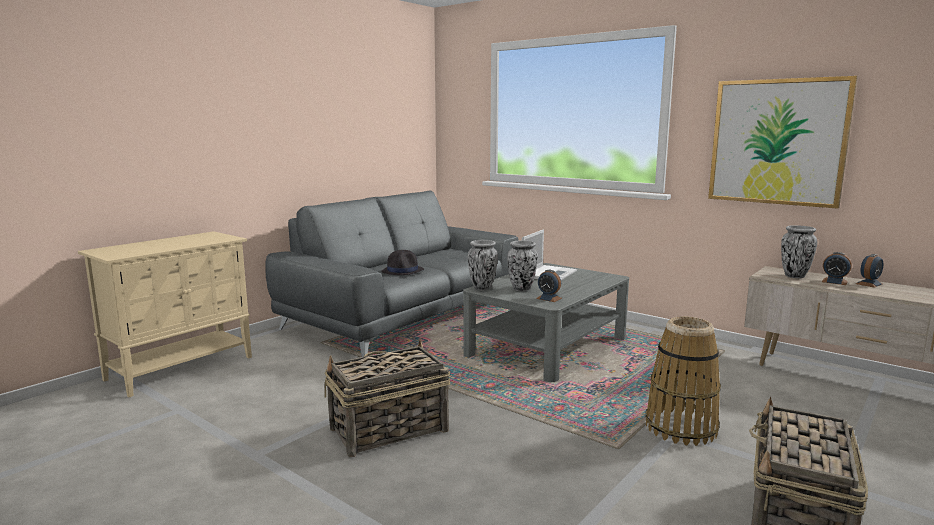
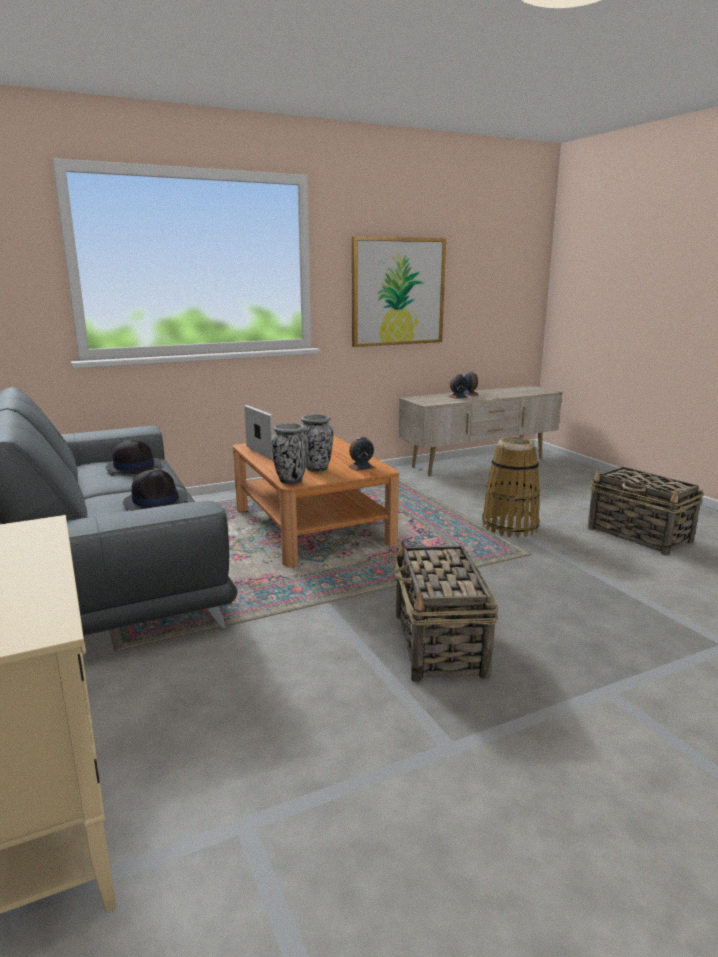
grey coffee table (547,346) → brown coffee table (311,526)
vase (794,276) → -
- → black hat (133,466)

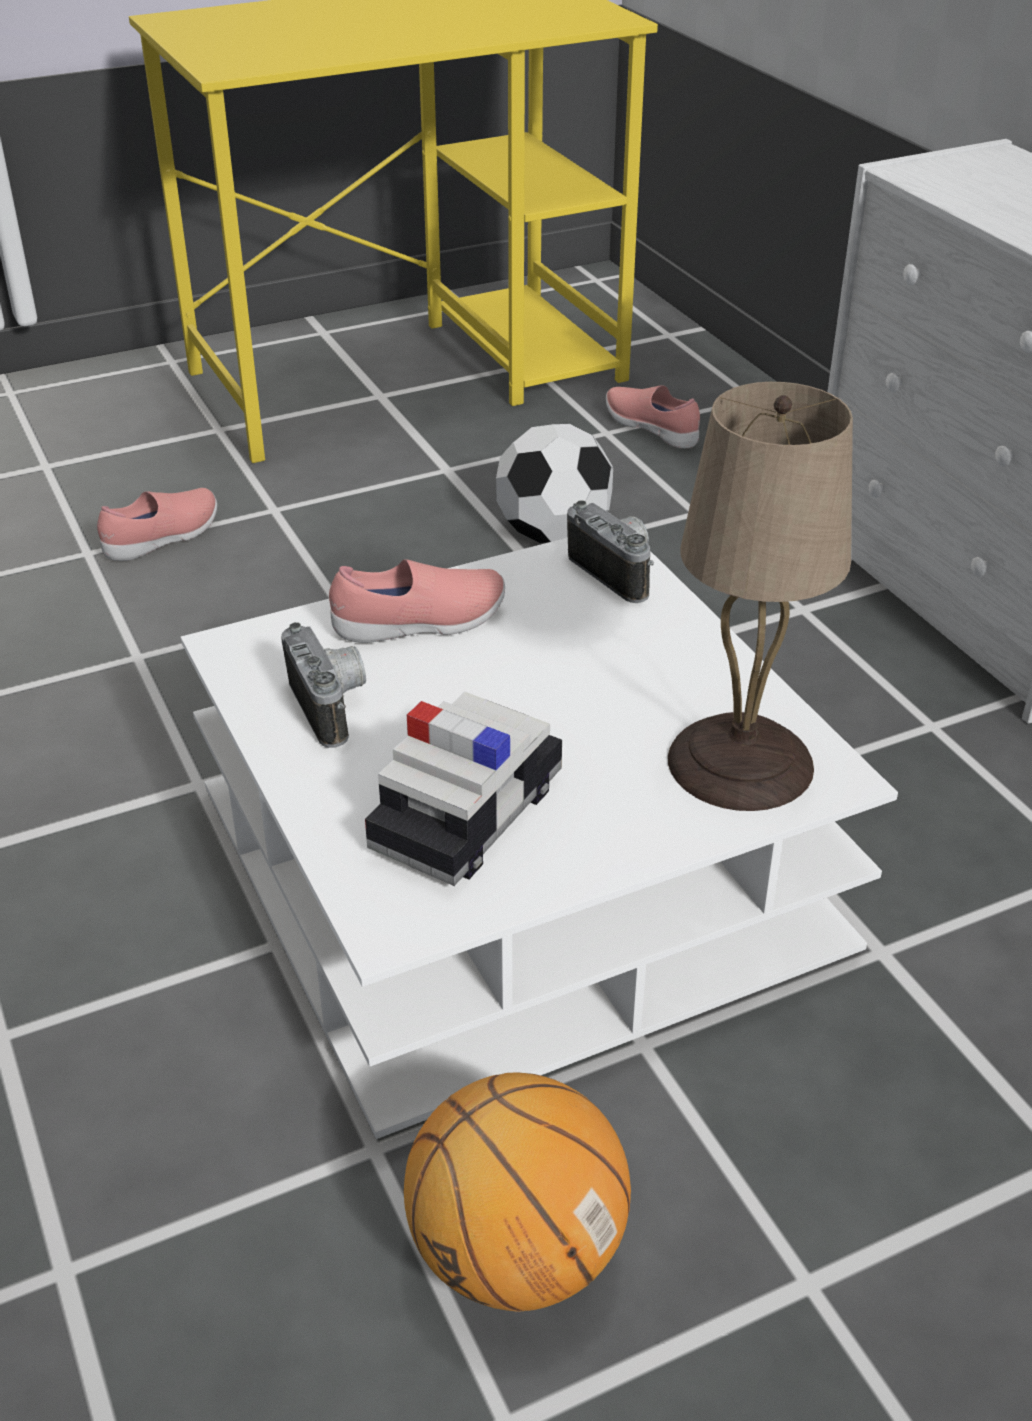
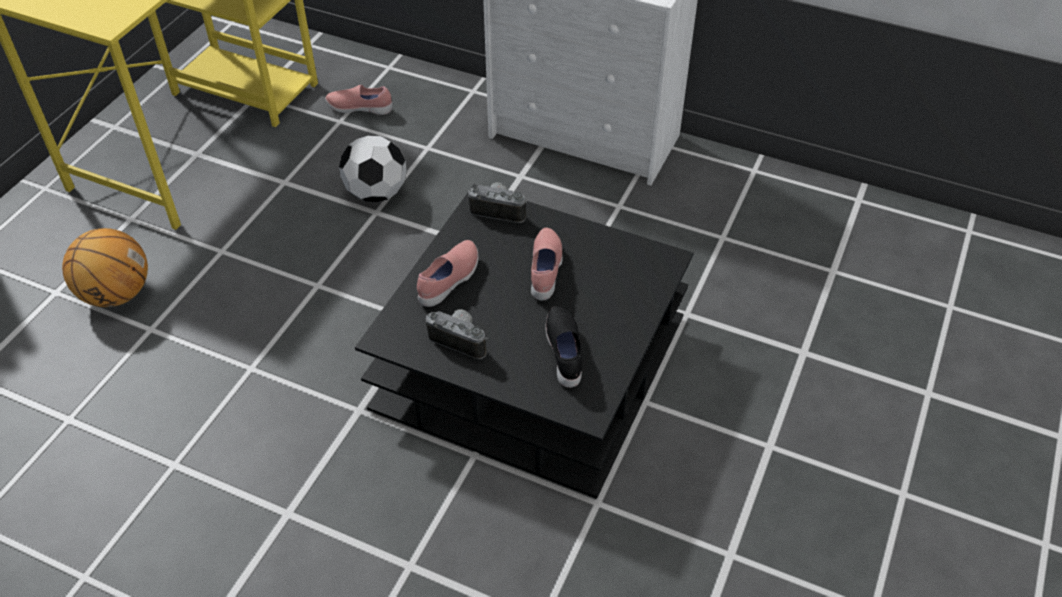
pink shoe (163,539) → pink shoe (546,271), move
white coffee table (515,869) → black coffee table (530,363)
toy car (468,815) → black shoe (565,353)
basketball (515,1253) → basketball (116,294), move
beige table lamp (741,765) → -

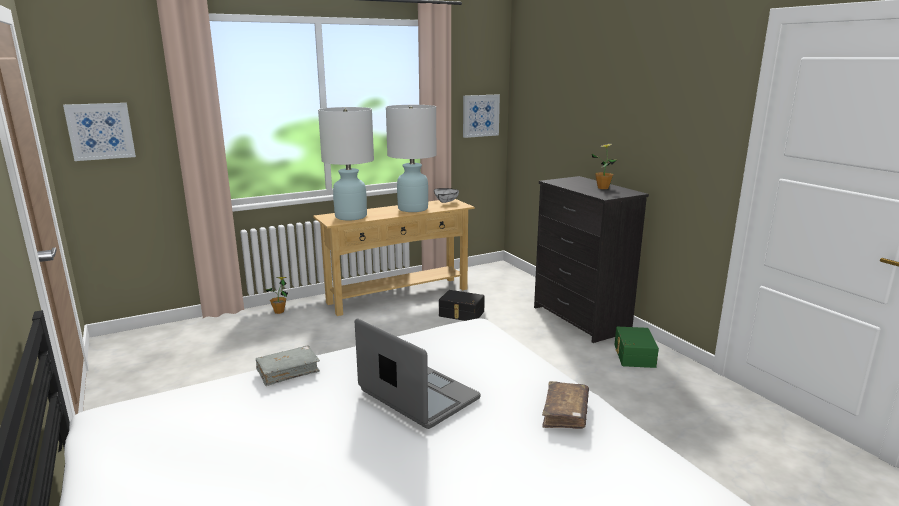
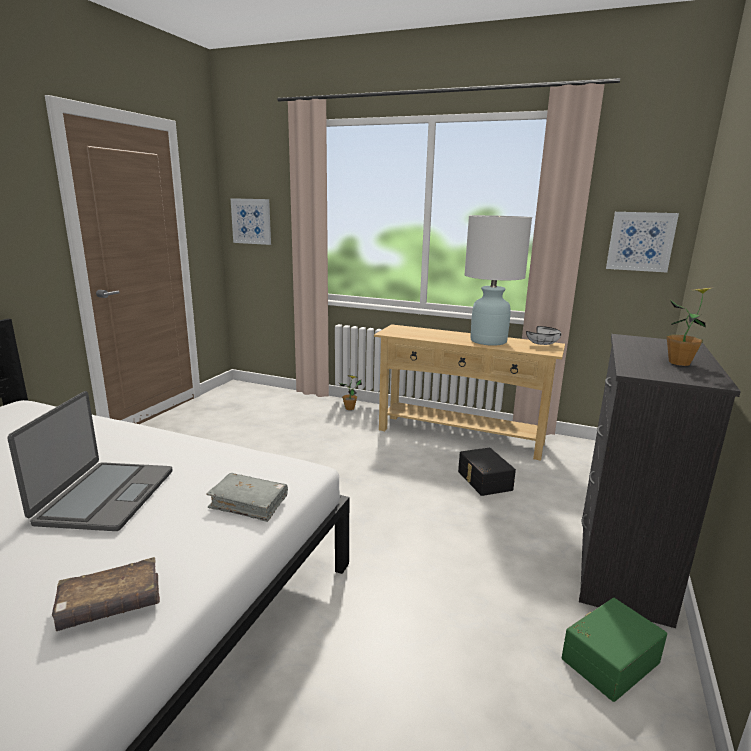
grey book (288,371) → grey book (249,503), move
white table lamp (350,216) → -

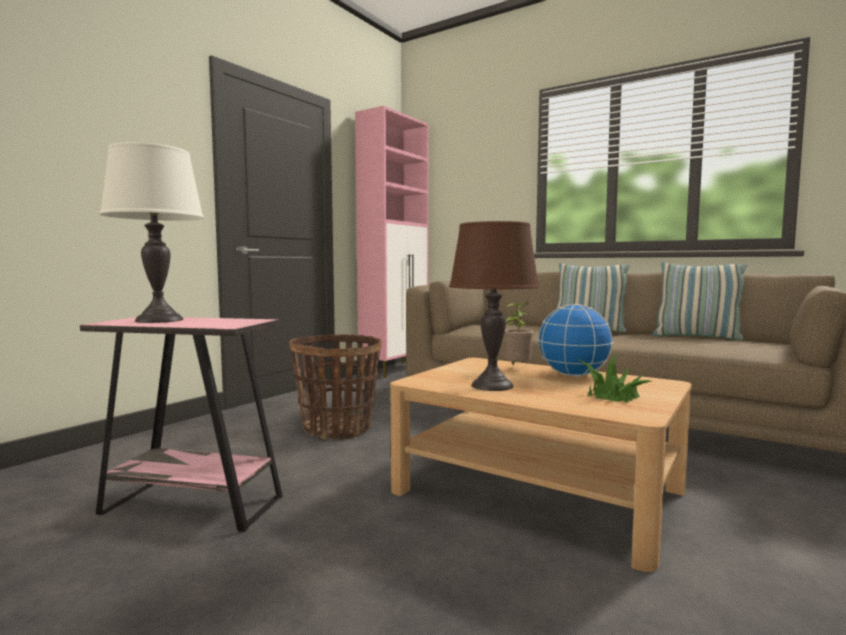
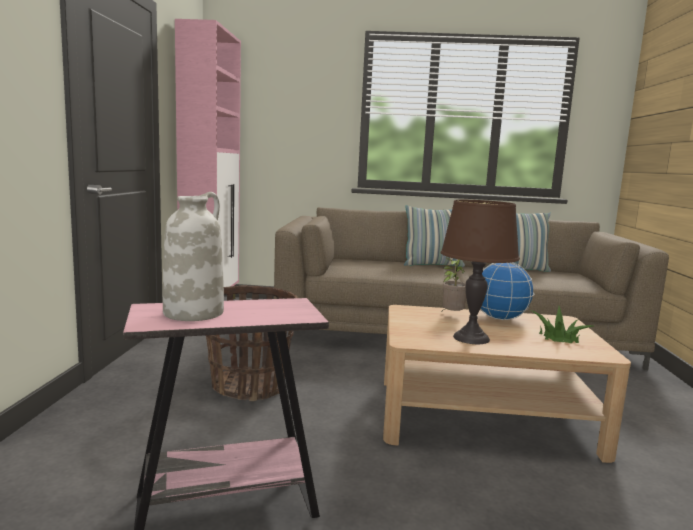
white table lamp (159,320) → white vase (194,312)

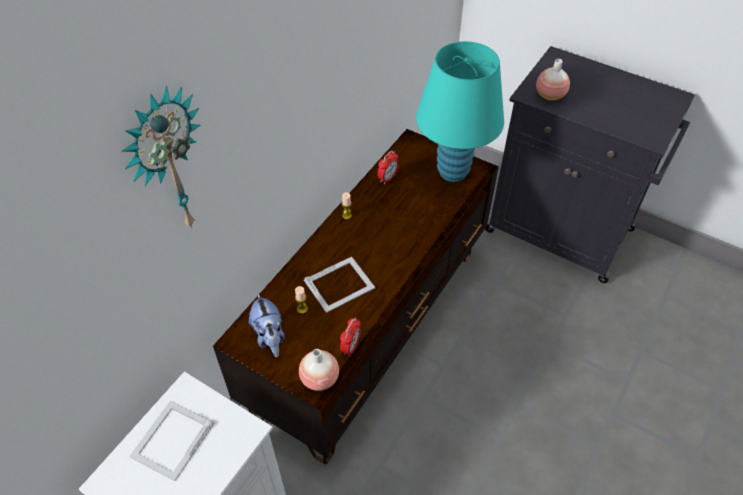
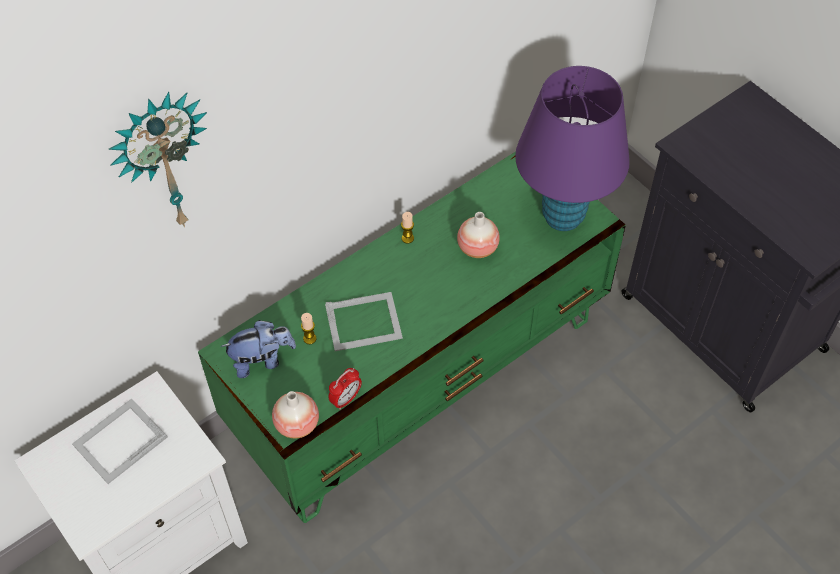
brown tv stand (371,328) → green tv stand (421,380)
plush toy (270,337) → plush toy (262,360), 105 degrees counterclockwise
alarm clock (387,178) → -
turquoise table lamp (452,172) → purple table lamp (562,216)
vase (550,95) → vase (477,248), move

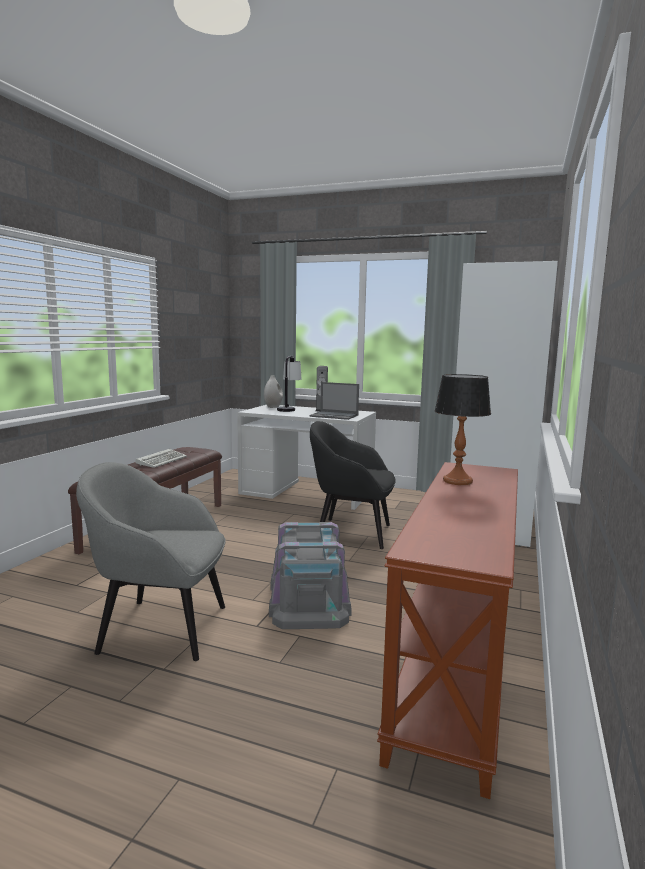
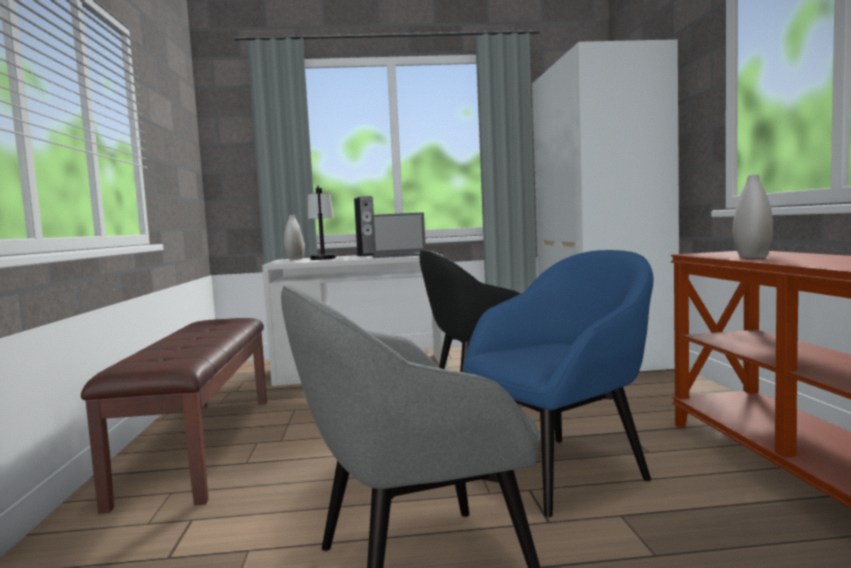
keyboard (162,460) → -
grey storage box (309,599) → blue armchair (558,471)
table lamp (457,481) → white vase (752,257)

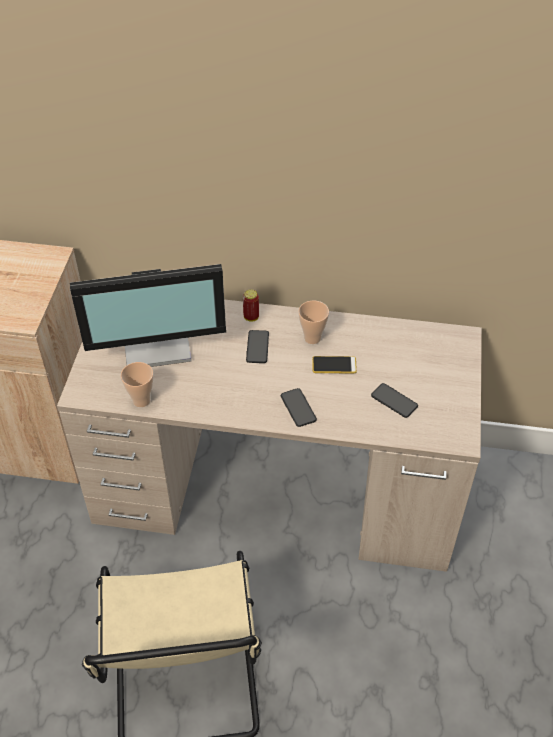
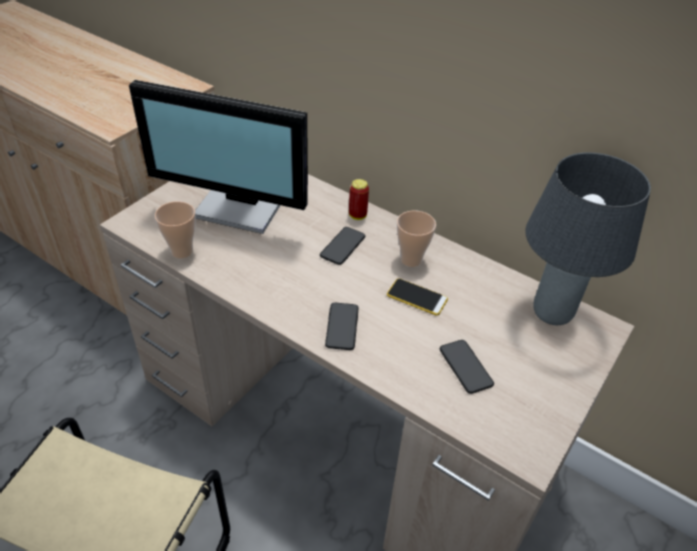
- → grey table lamp (551,312)

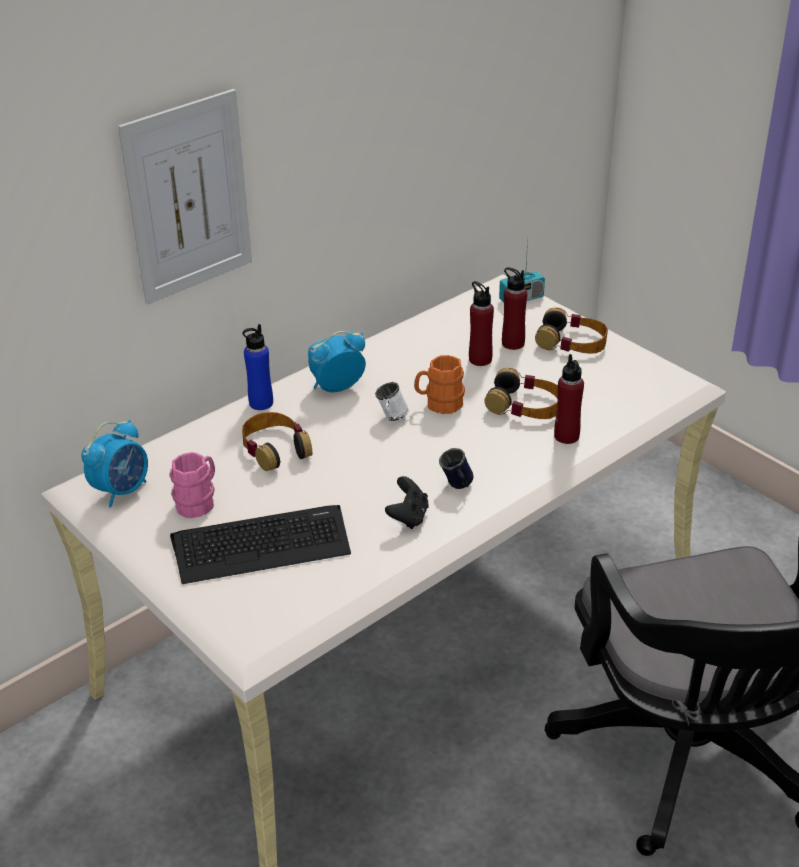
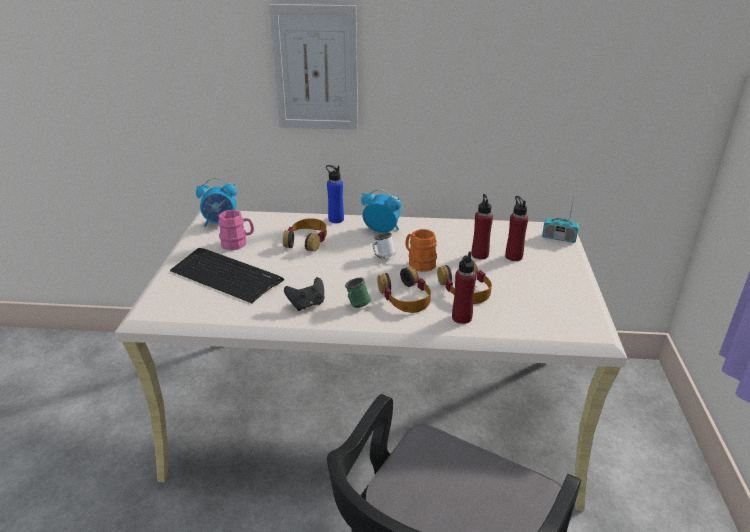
blue mug (457,486) → green mug (356,306)
headphones (572,342) → headphones (405,297), move

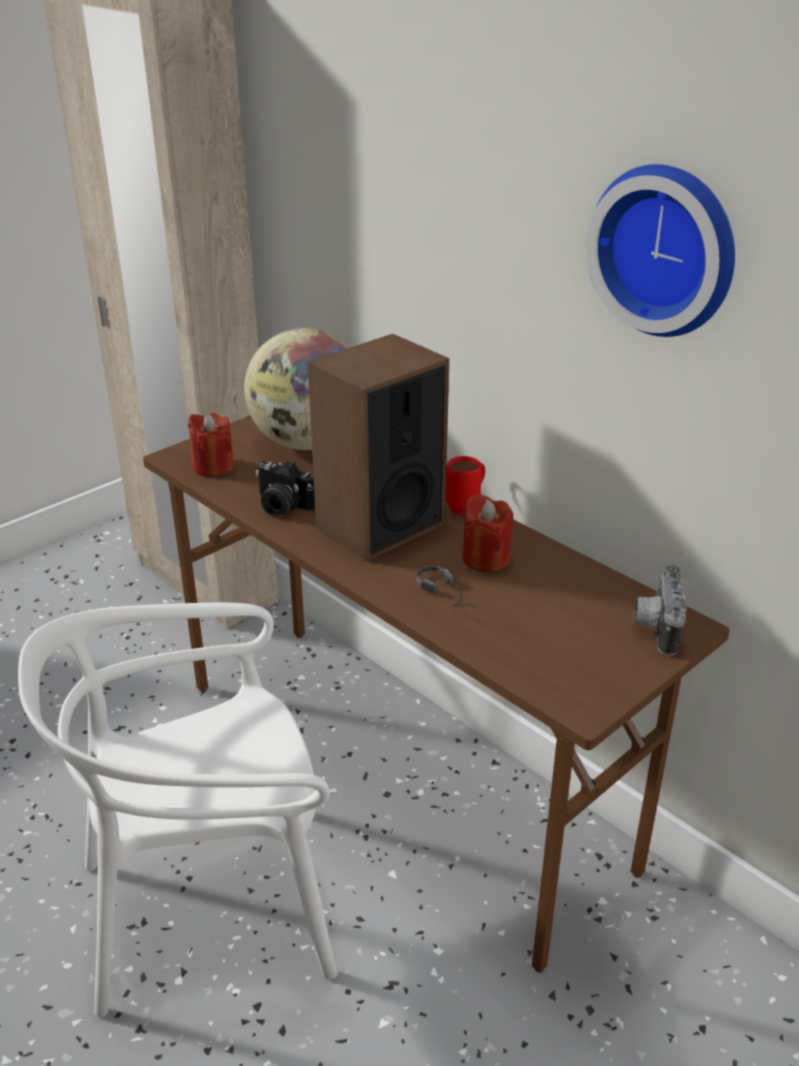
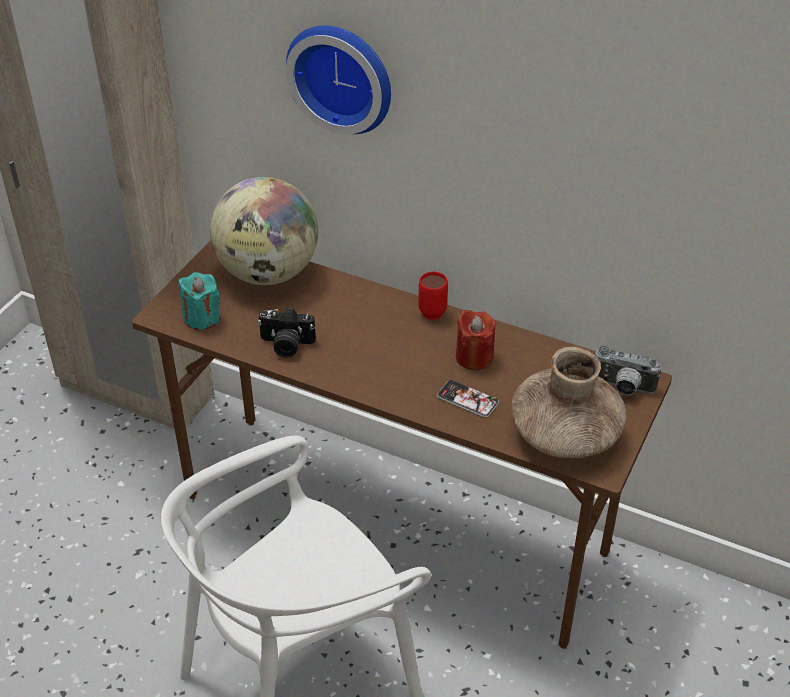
red candle (213,467) → turquoise candle (202,318)
speaker (379,525) → -
headphones (452,597) → phone (467,399)
wall clock (667,249) → wall clock (343,76), move
photo camera (655,627) → photo camera (622,388), 60 degrees counterclockwise
- → brown vase (565,434)

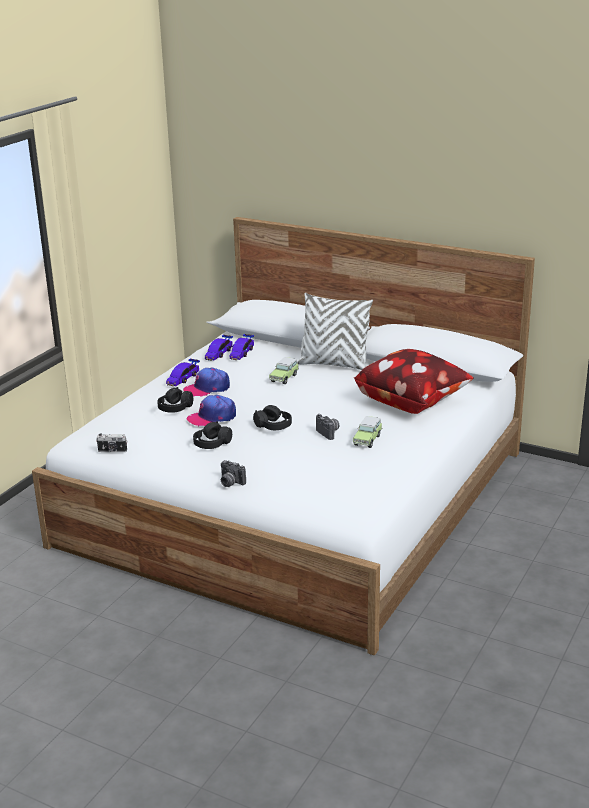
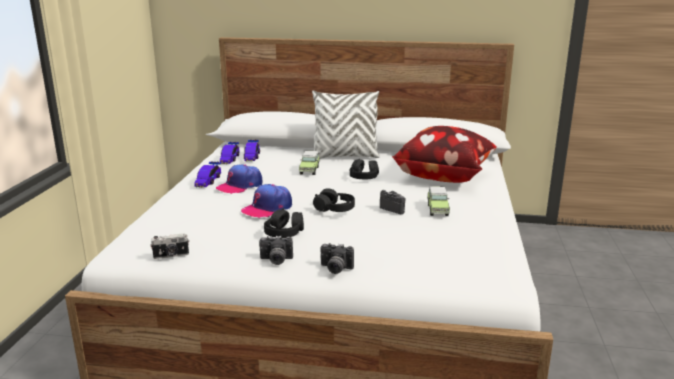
black headphones (175,408) → black headphones (364,177), move
- → photo camera (276,260)

